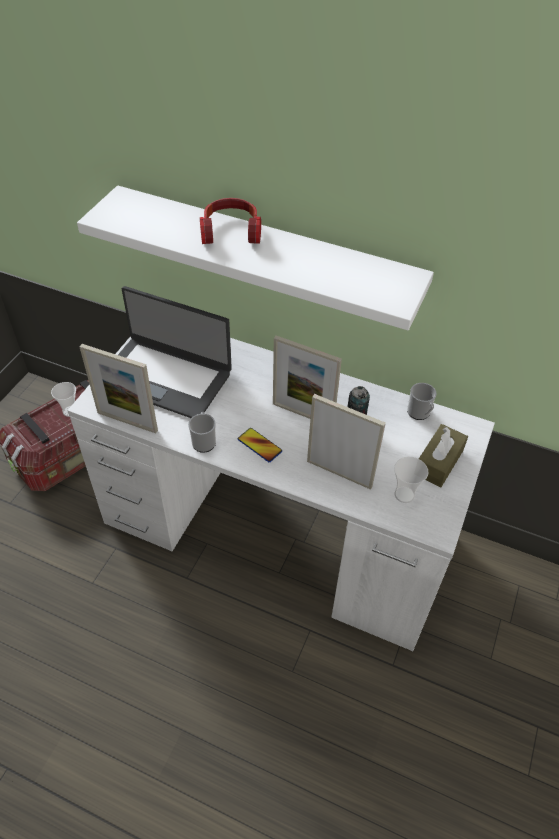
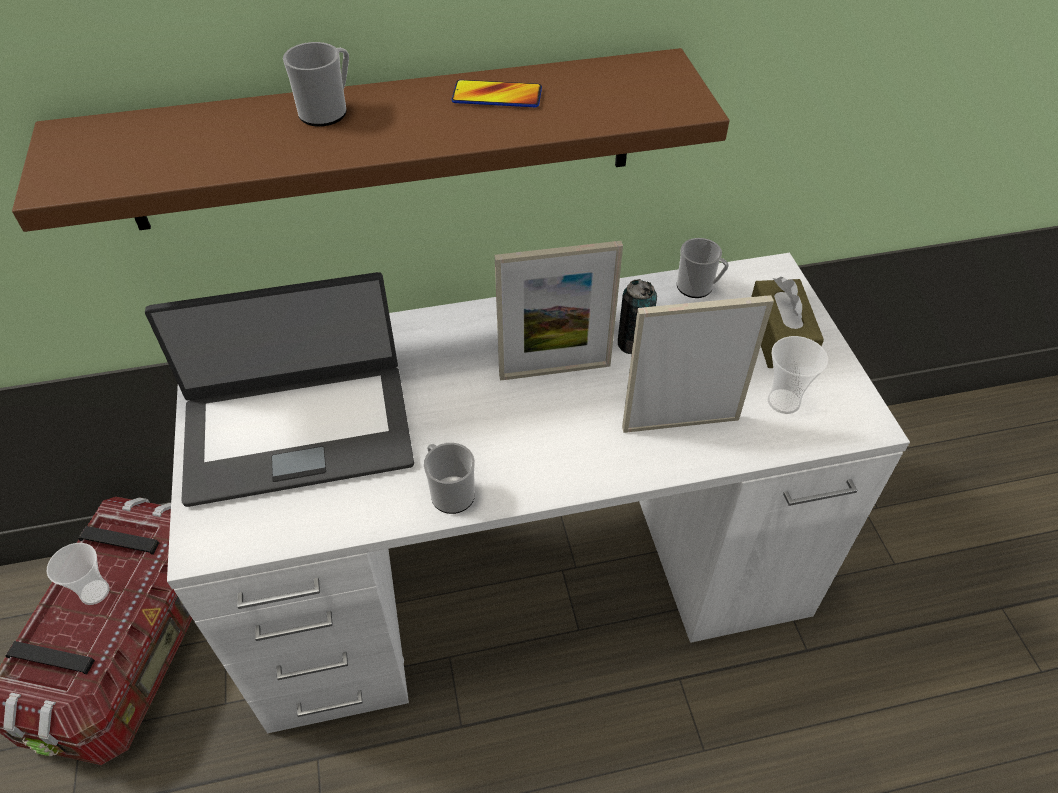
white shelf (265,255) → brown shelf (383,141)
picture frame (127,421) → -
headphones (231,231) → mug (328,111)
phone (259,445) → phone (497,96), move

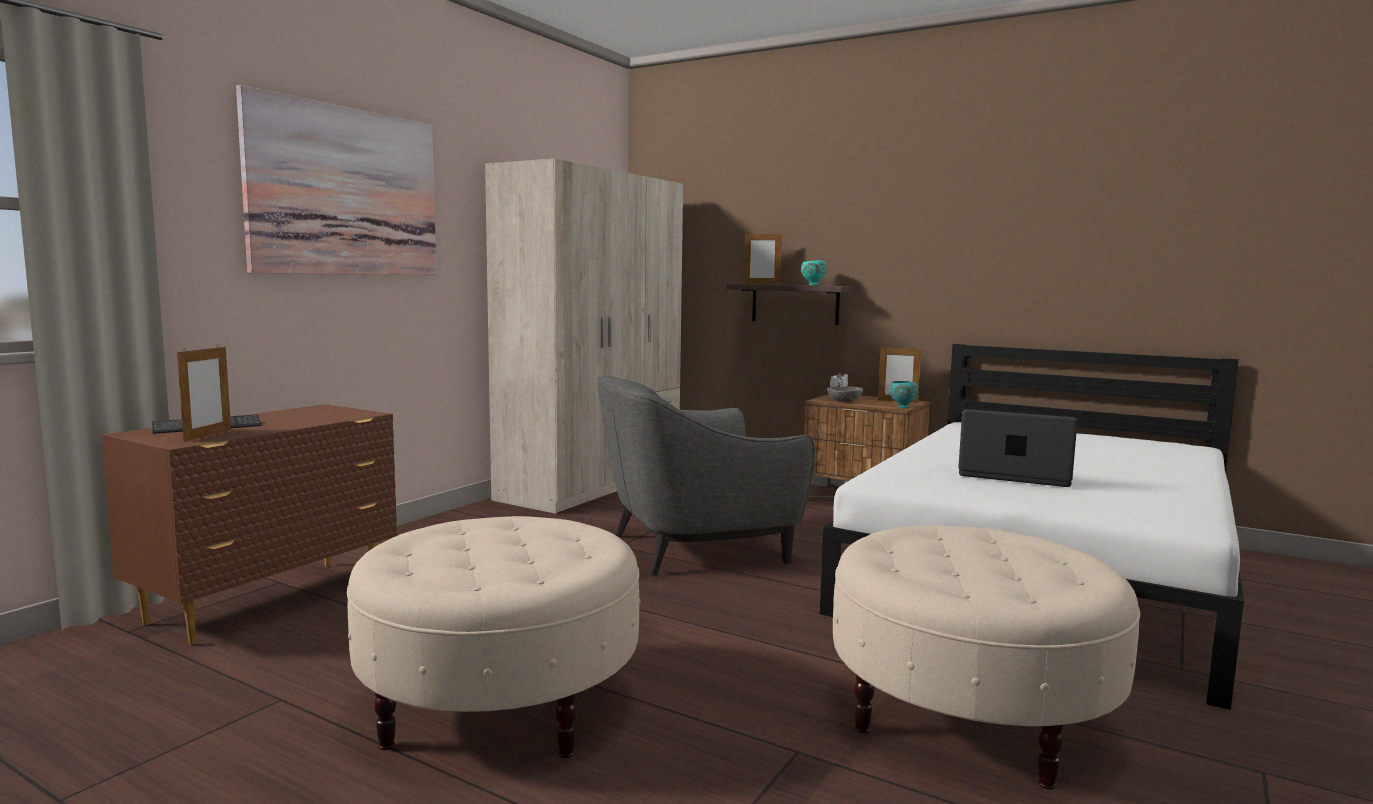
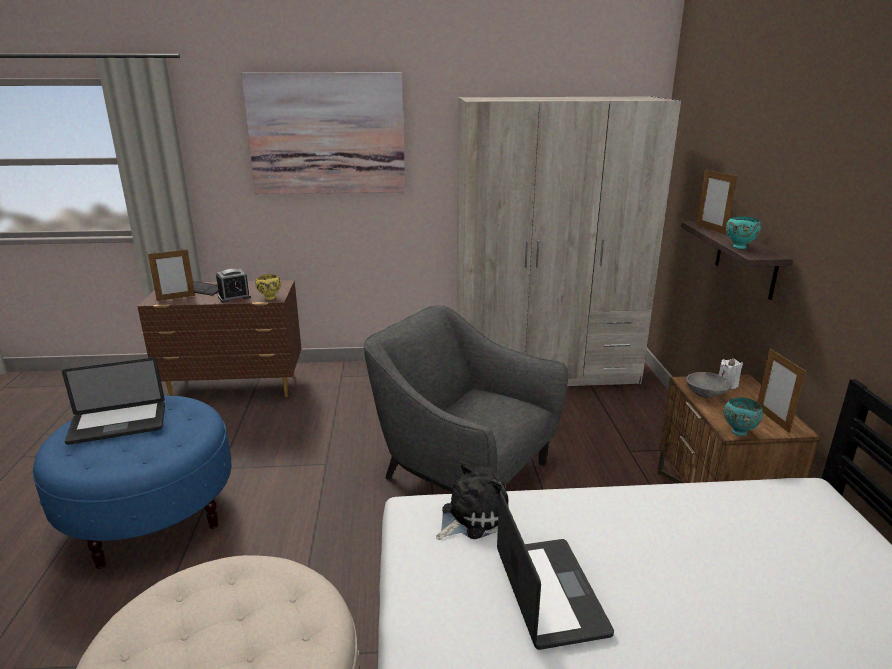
beige ottoman (500,703) → blue ottoman (151,515)
- → laptop (118,424)
- → alarm clock (234,297)
- → yellow bowl (269,298)
- → plush toy (472,516)

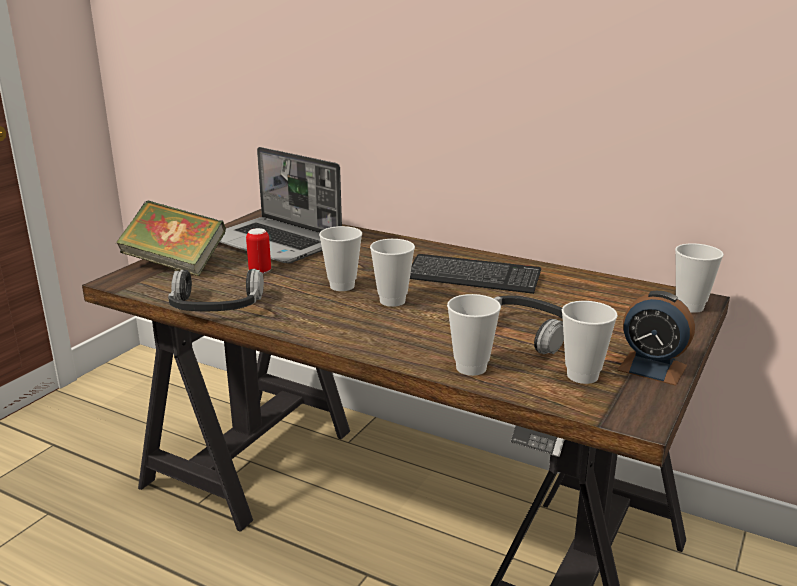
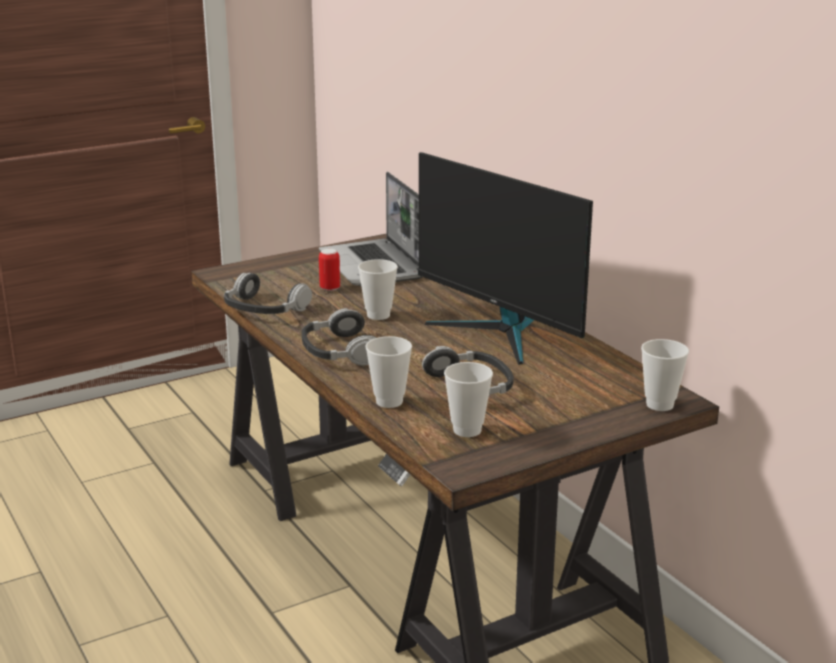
book (175,264) → -
cup (392,301) → -
keyboard (473,277) → monitor (500,332)
alarm clock (652,368) → -
- → headphones (339,351)

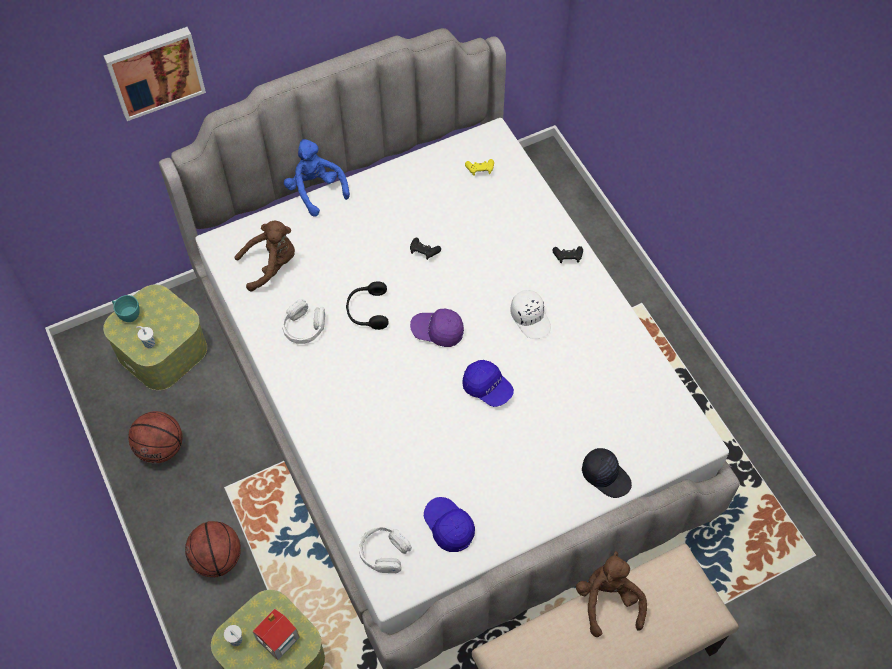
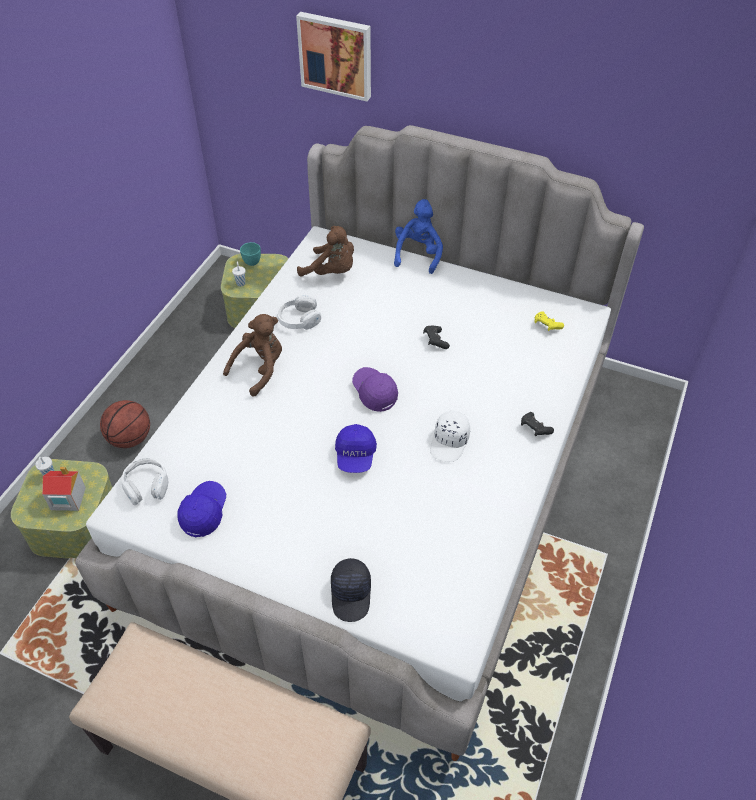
basketball (161,448) → -
black headphones (367,310) → -
brown plush toy (608,600) → brown plush toy (260,369), move

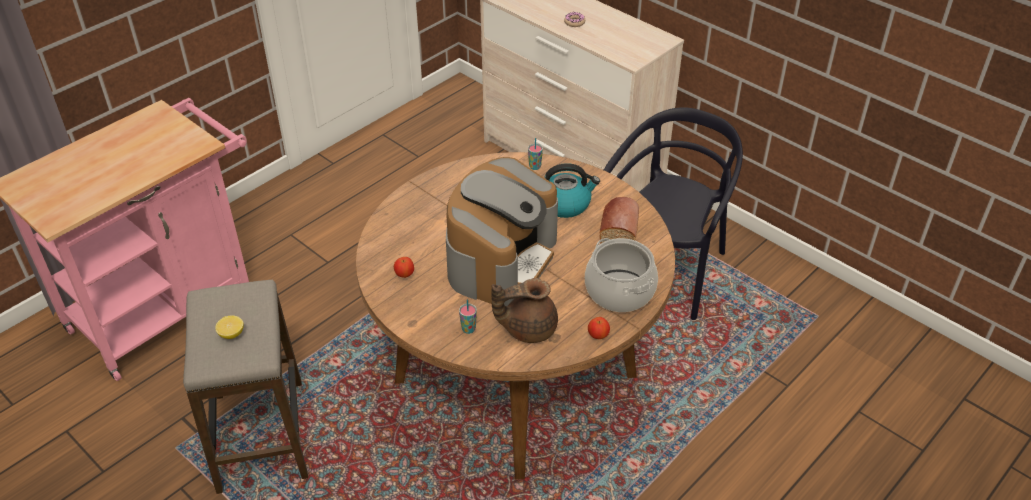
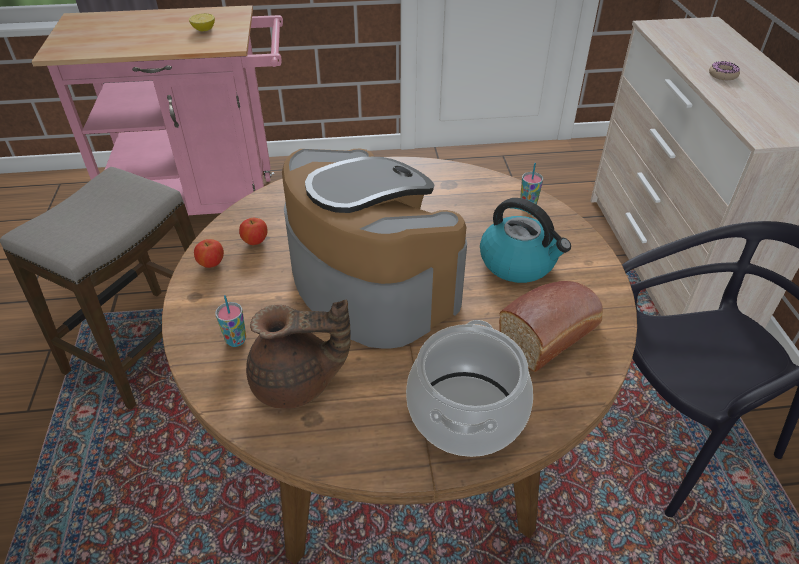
lemon (231,334) → lemon (204,30), move
coffee machine (501,259) → coffee machine (369,283), 105 degrees counterclockwise
brown teapot (527,328) → brown teapot (297,383), 150 degrees clockwise
apple (598,335) → apple (212,264), move

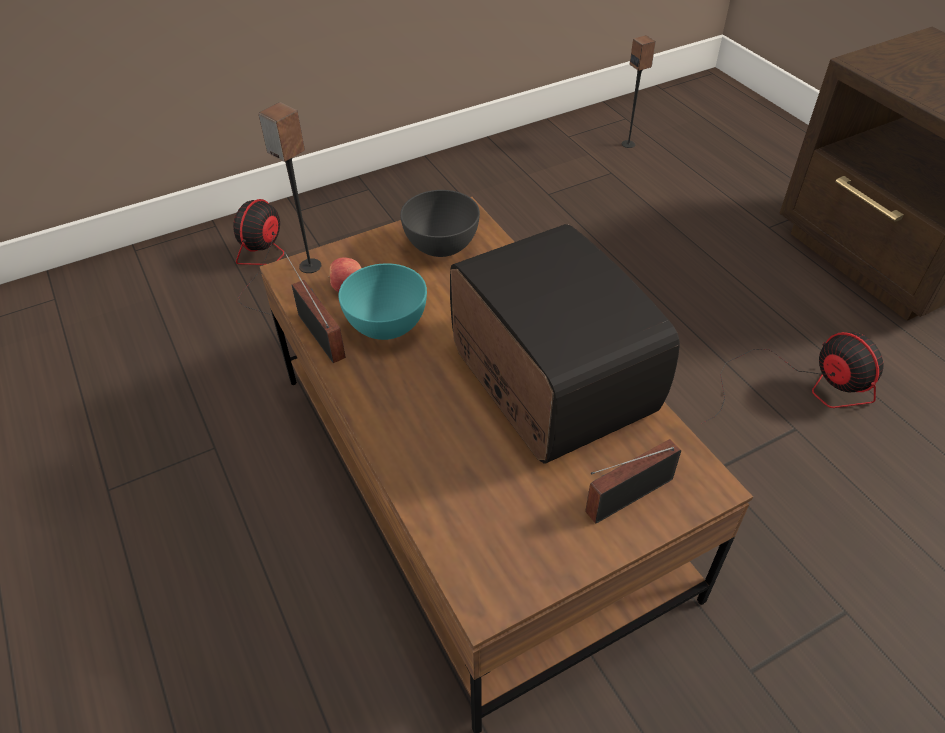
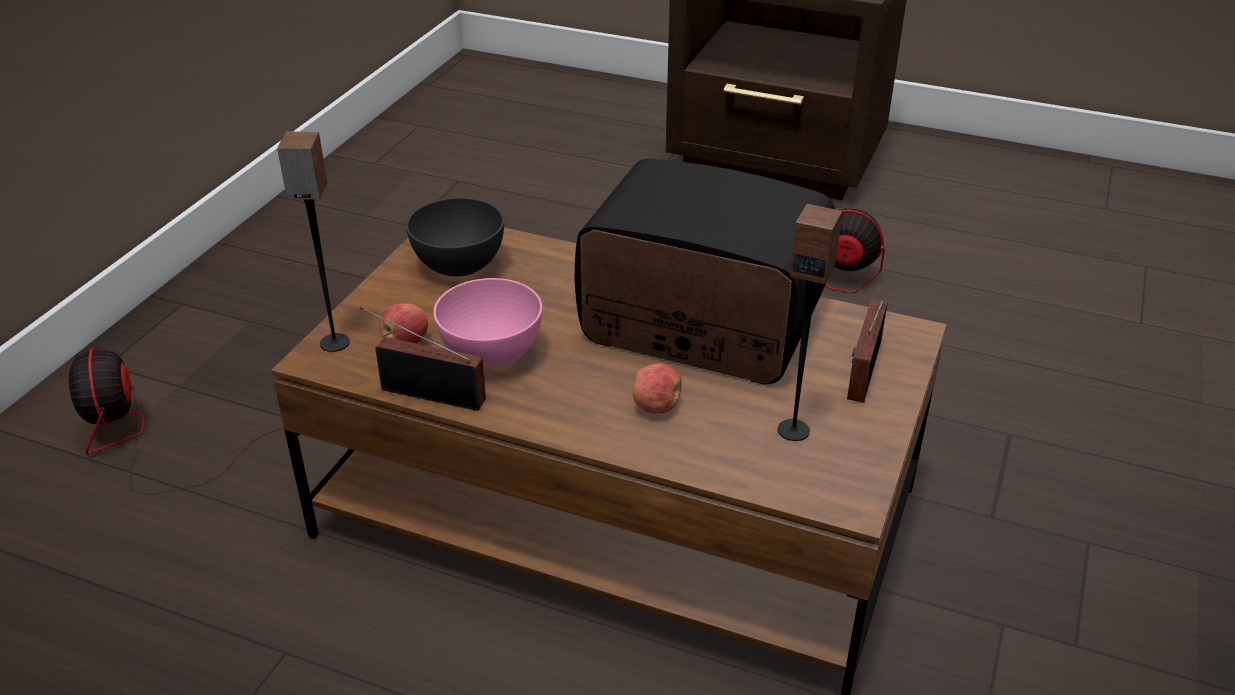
turquoise bowl (387,325) → pink bowl (491,354)
speaker (628,144) → speaker (793,430), move
- → apple (657,406)

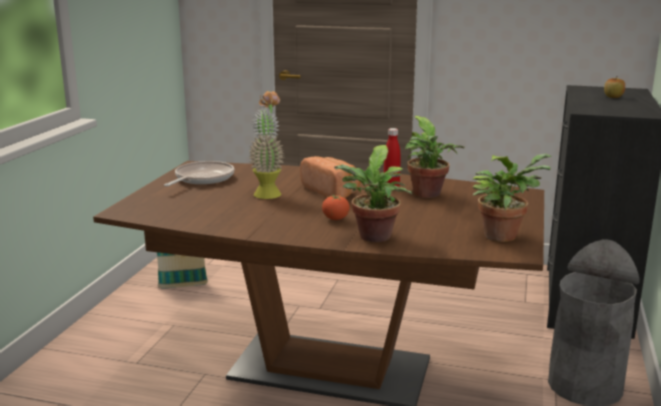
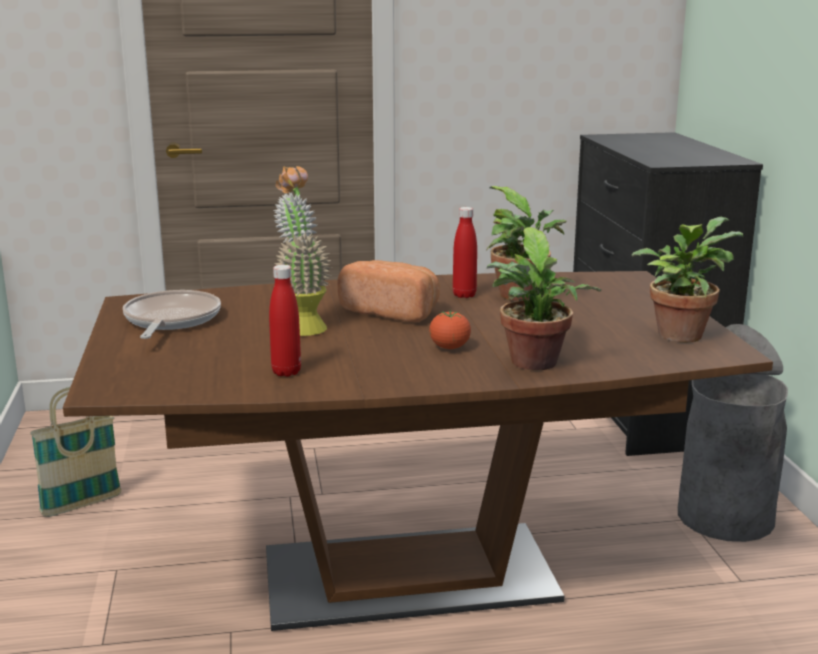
apple (613,97) → -
- → red bottle (286,372)

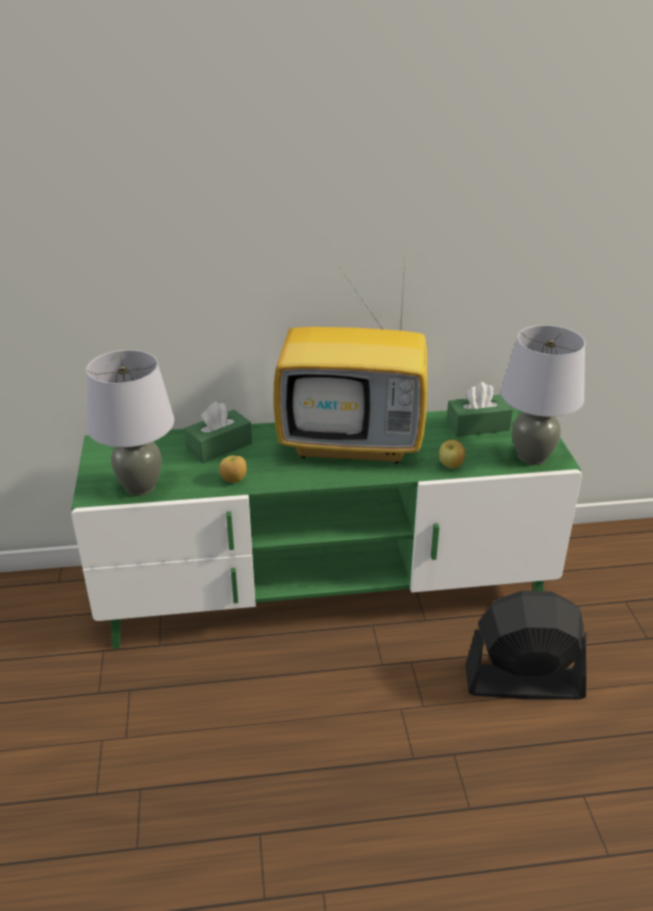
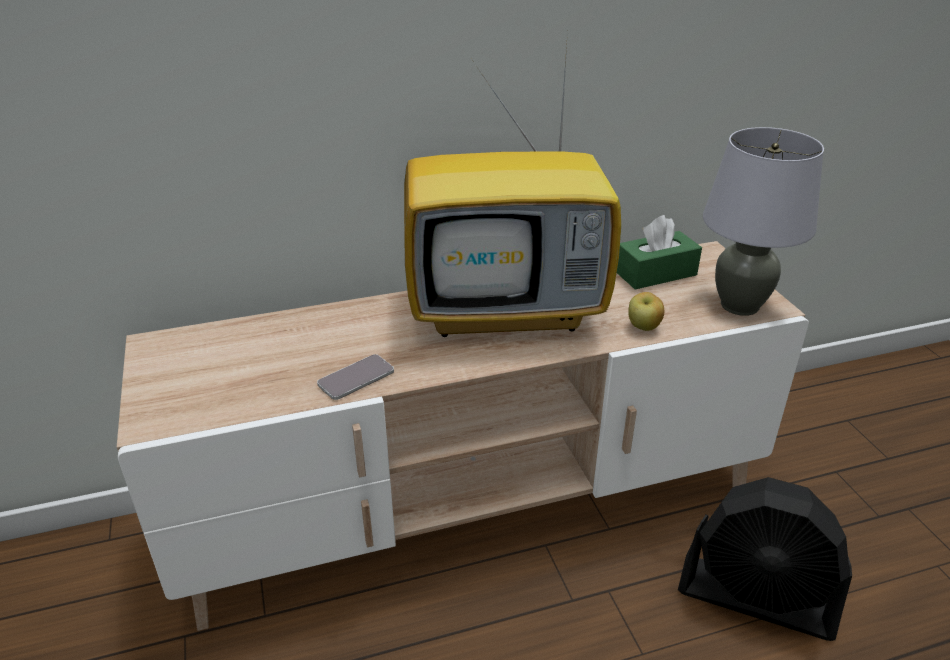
green tv stand (326,590) → beige tv stand (474,505)
grey table lamp (140,487) → -
green tissue box (219,446) → -
apple (233,480) → phone (356,378)
black fan (523,682) → black fan (756,598), 150 degrees counterclockwise

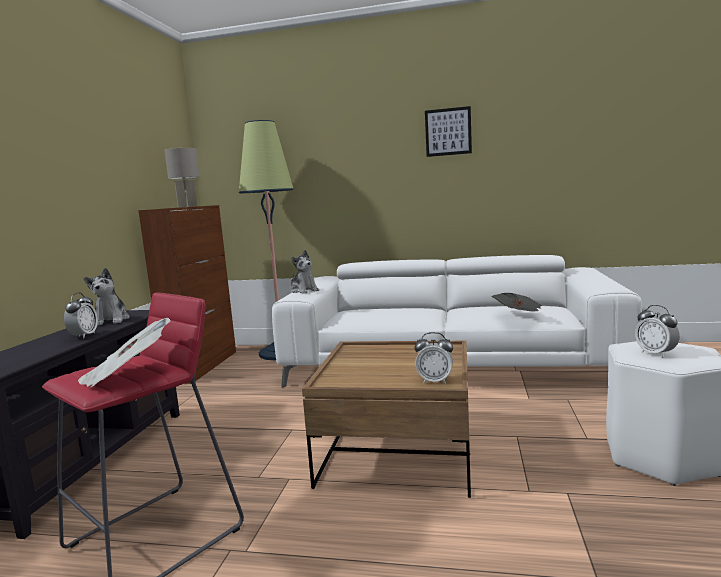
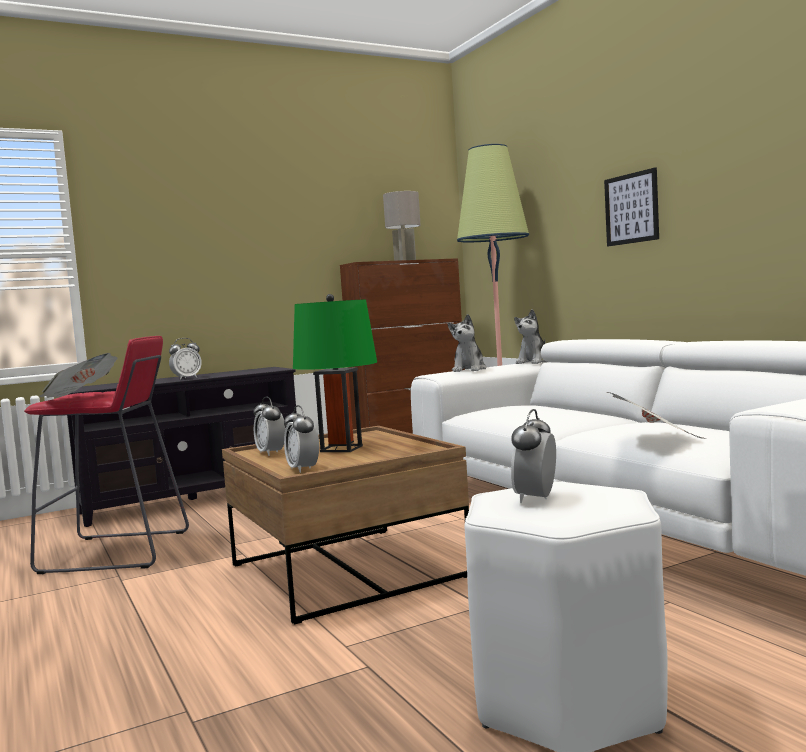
plush toy (111,320) → plush toy (534,362), move
picture (448,132) → picture (631,208), move
- → alarm clock (271,453)
- → green table lamp (341,449)

